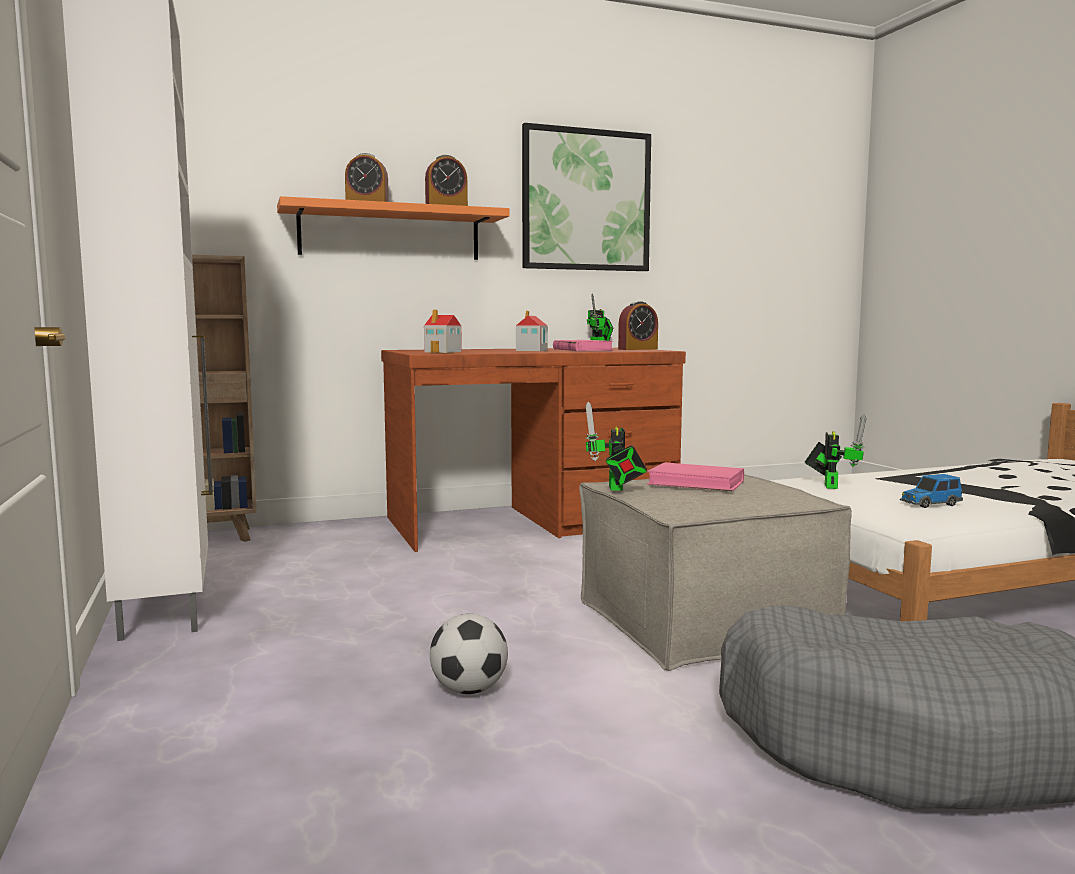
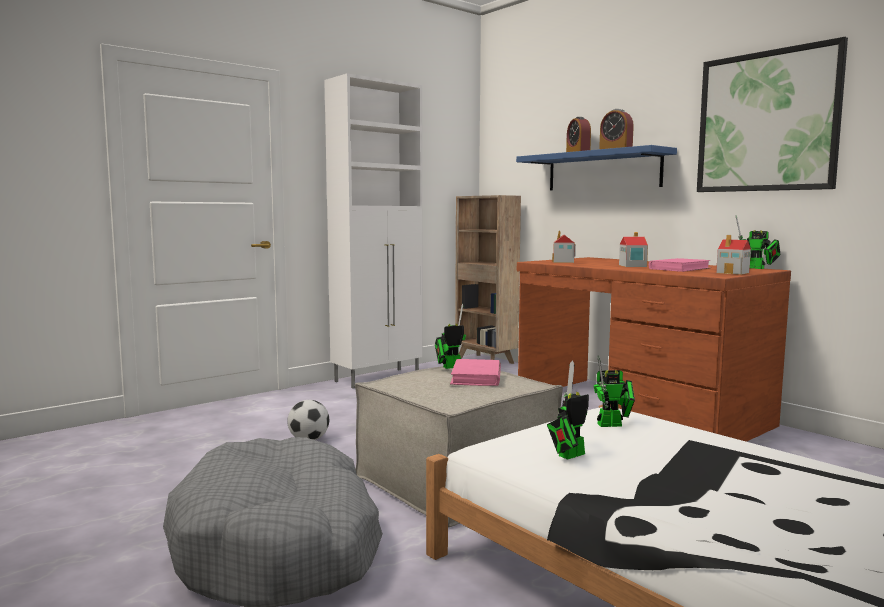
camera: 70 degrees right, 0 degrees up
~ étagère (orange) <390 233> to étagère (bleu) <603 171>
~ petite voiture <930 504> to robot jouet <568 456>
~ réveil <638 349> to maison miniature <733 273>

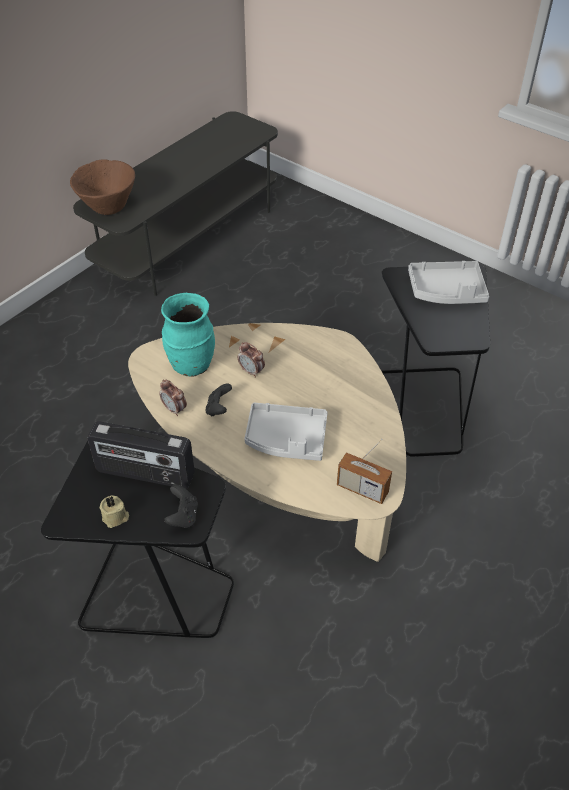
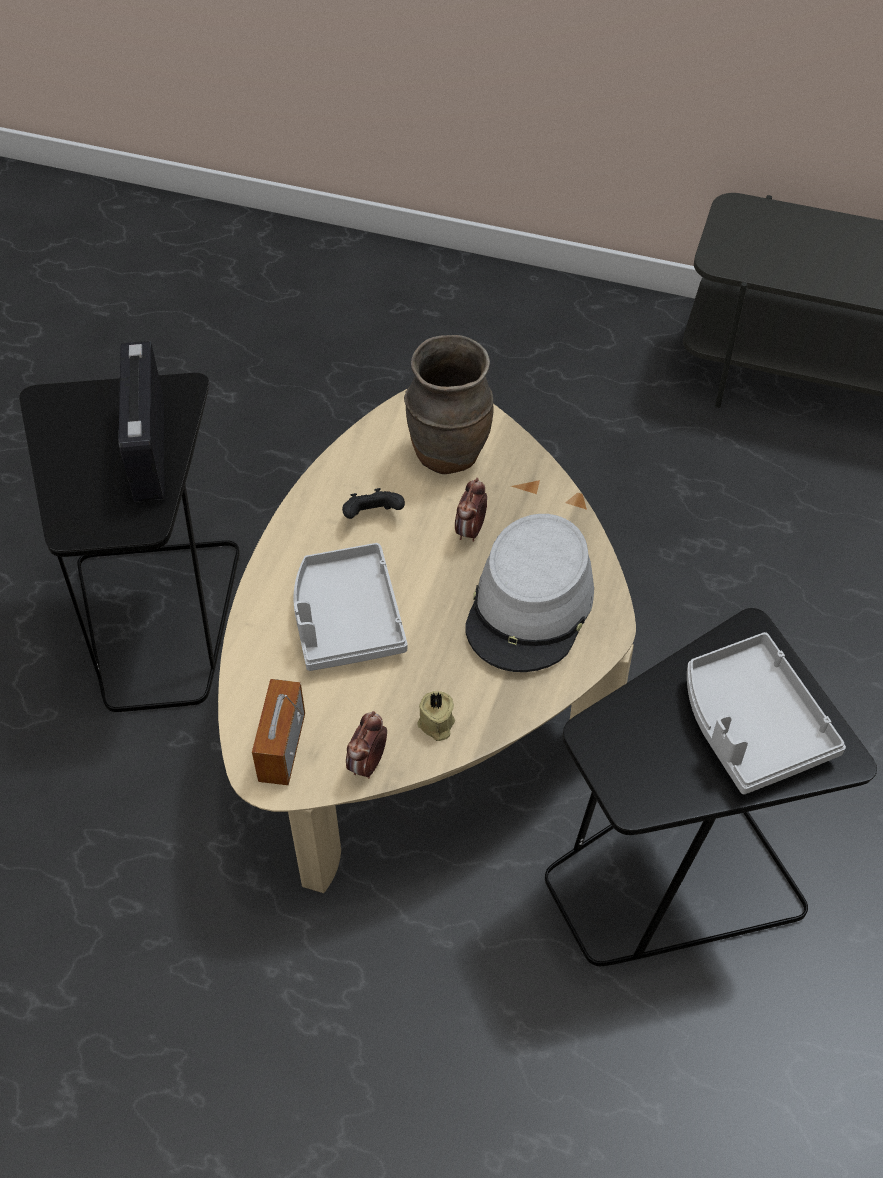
camera: 70 degrees right, 5 degrees up
~ réveil <174 409> to <368 764>
~ vase (turquoise) <191 364> to vase (marron) <448 453>
~ bougie (beige) <115 518> to <436 725>
+ chapeau (gris) <531 607>
- bol (marron) <108 208>
- manette (noir) <183 516>

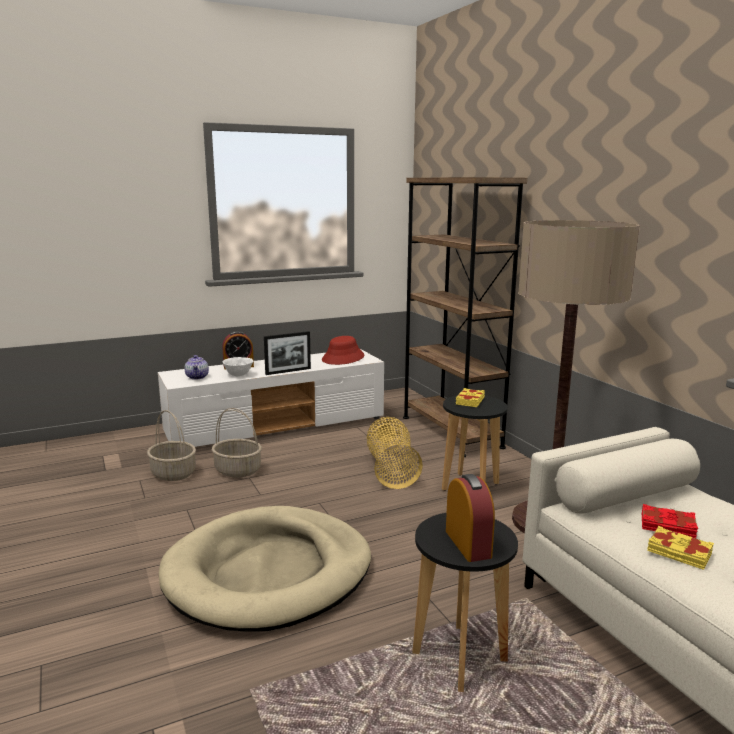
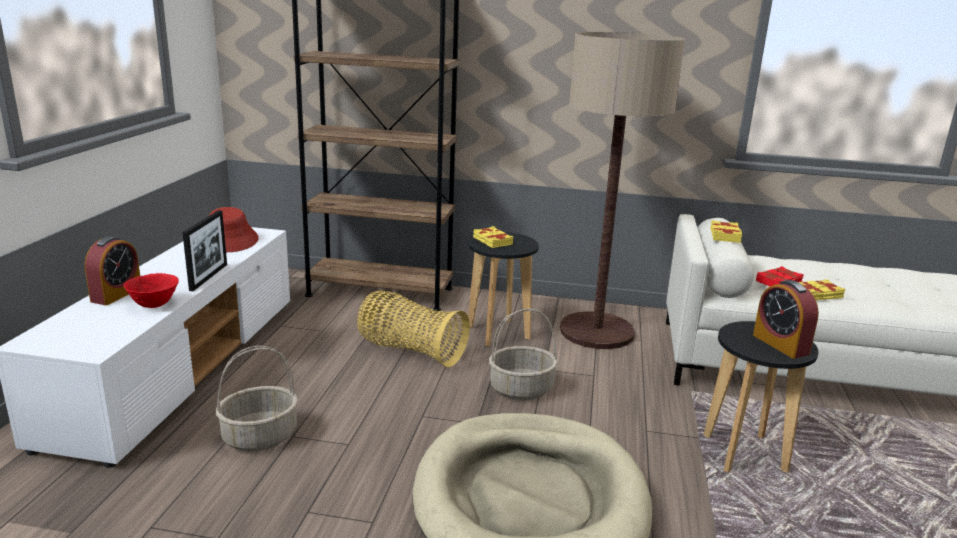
camera: 55 degrees left, 5 degrees up
~ bol (blanc) <238 375> to bol (rouge) <155 305>
~ panier <173 473> to <520 389>
+ livre (jaune) <725 236>
~ réveil <468 544> = <780 344> 135 degrees counterclockwise
- théière <197 377>

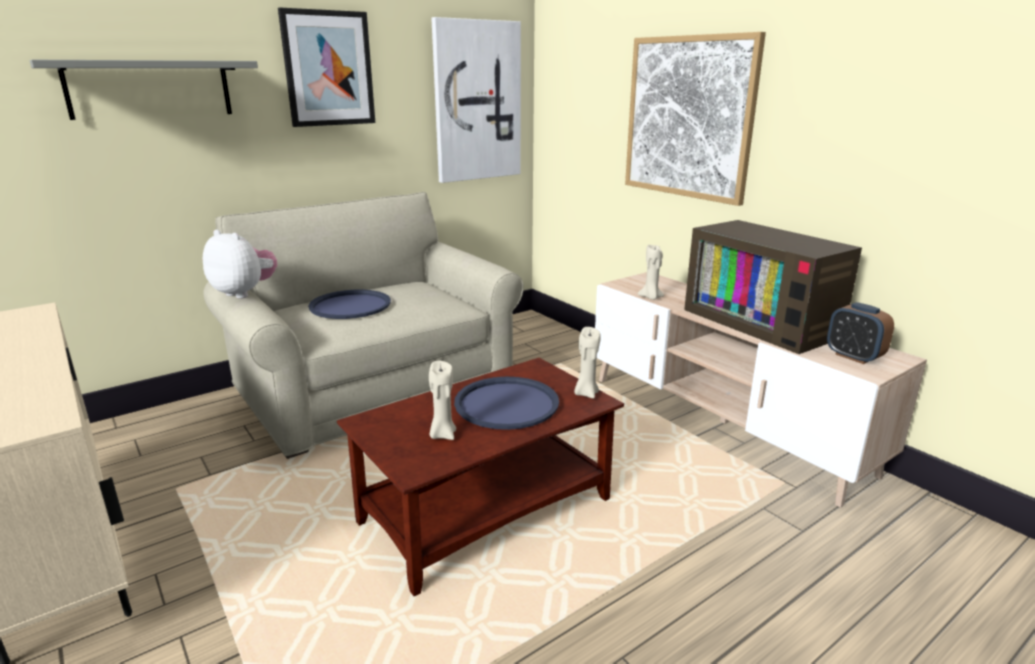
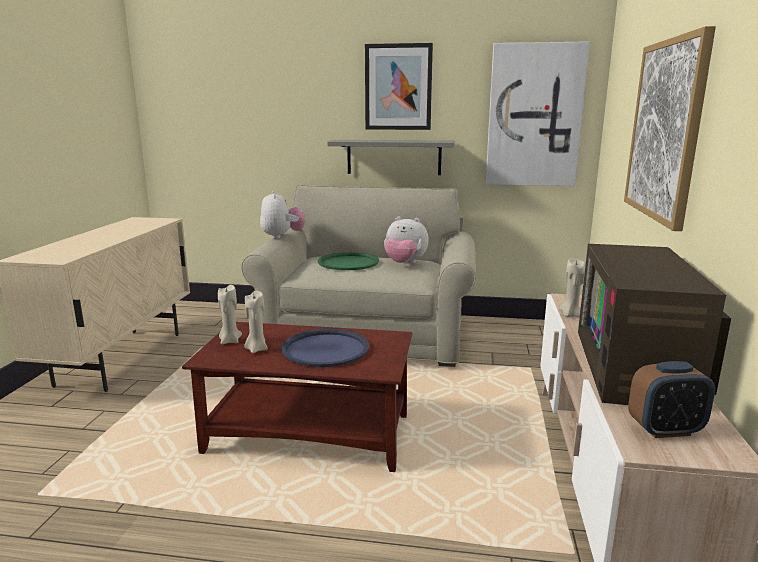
camera: 45 degrees right, 5 degrees down
~ bougie (beige) <586 393> to <230 341>
~ plateau (bleu) <350 305> to plateau (vert) <348 262>
~ étagère (gris) <150 89> to <394 157>
+ peluche <404 263>
~ réveil <854 357> = <665 430> 105 degrees counterclockwise

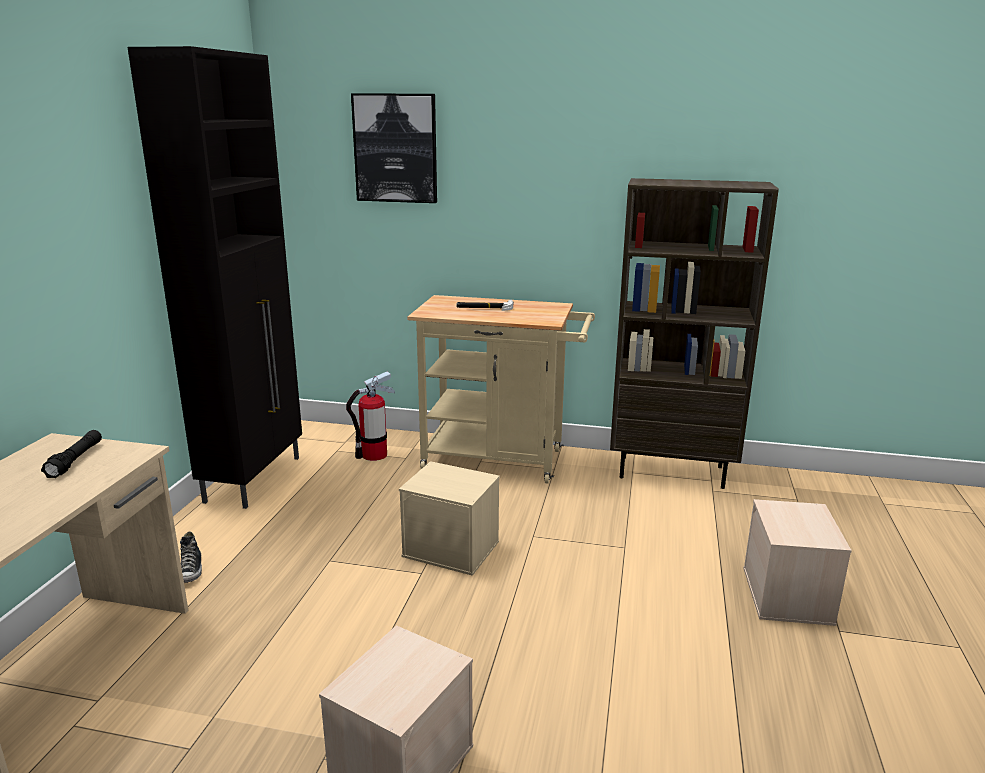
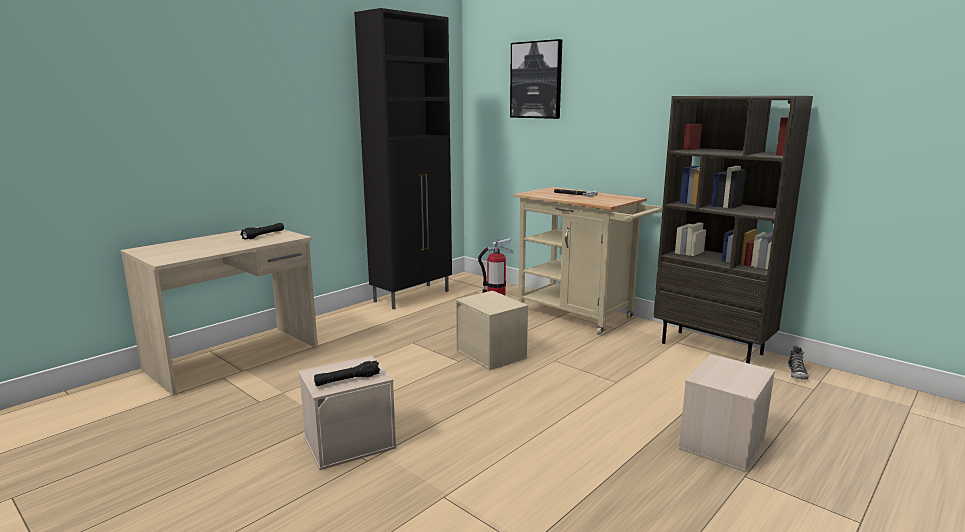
camera: 30 degrees right, 5 degrees down
+ lampe de poche (noir) <347 380>
~ chaussure <191 570> to <797 373>

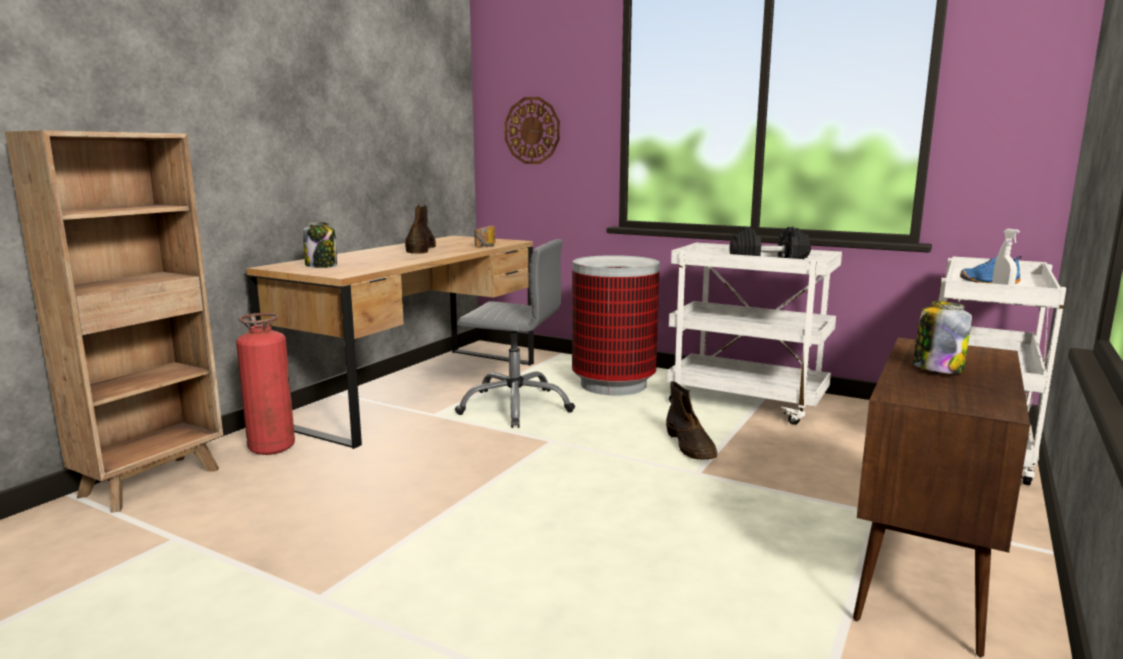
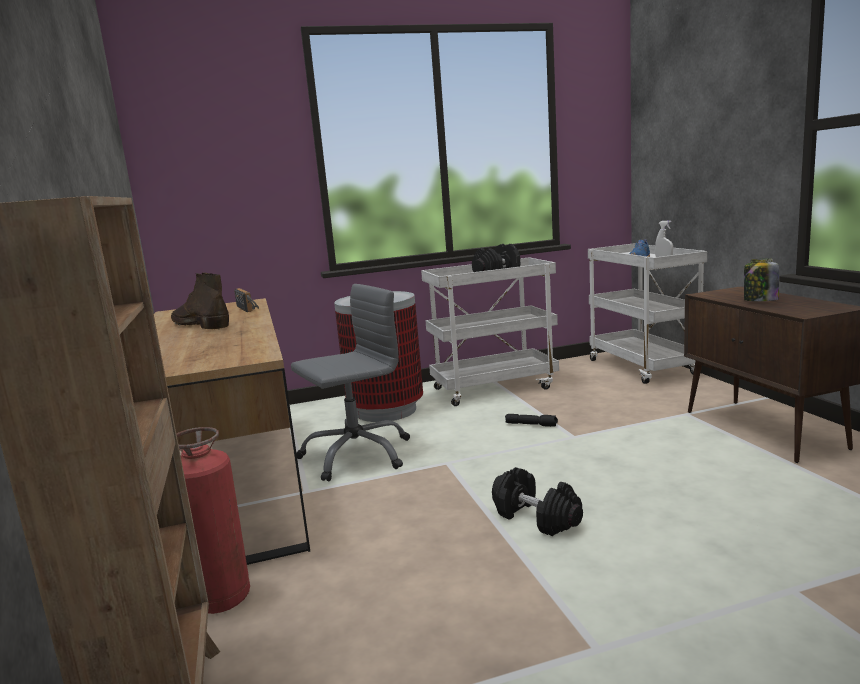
camera: 45 degrees left, 0 degrees up
+ haltère (noir) <537 518>
~ botte (marron) <690 446> to lampe de poche (noir) <531 424>
- bocal <322 265>
- horloge murale <532 130>

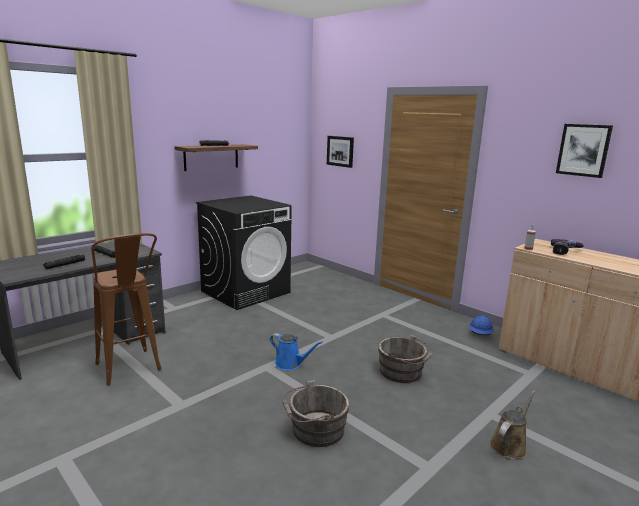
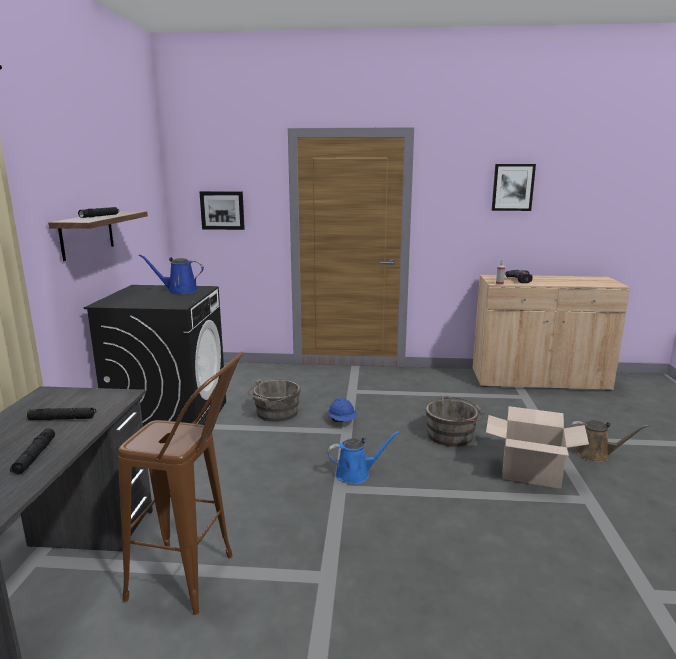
camera: 40 degrees left, 0 degrees up
+ arrosoir (bleu) <179 291>
~ seau (gris) <315 430> to <275 413>
~ casque de chantier (bleu) <480 335> to <342 421>
+ carton <531 472>
~ arrosoir (marron) <509 445> = <595 455> 105 degrees clockwise

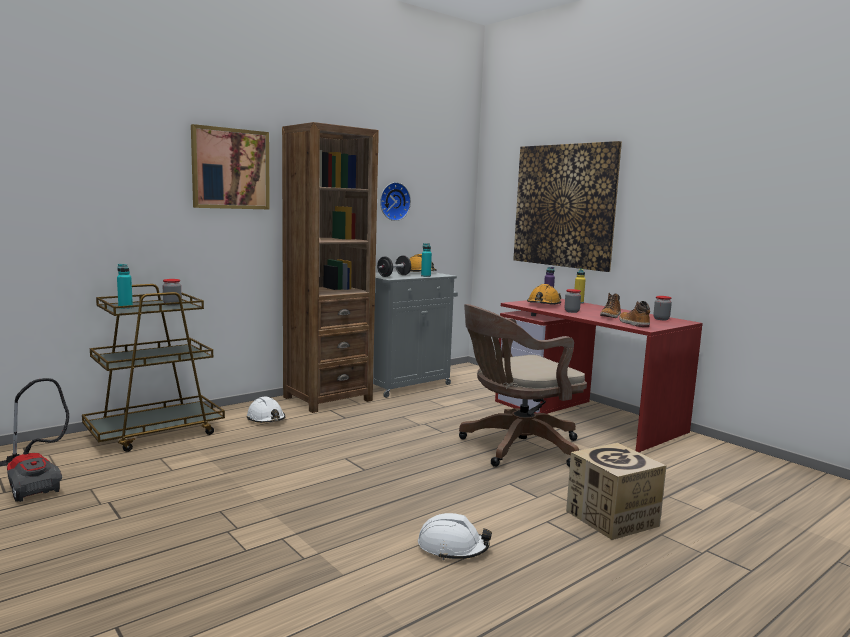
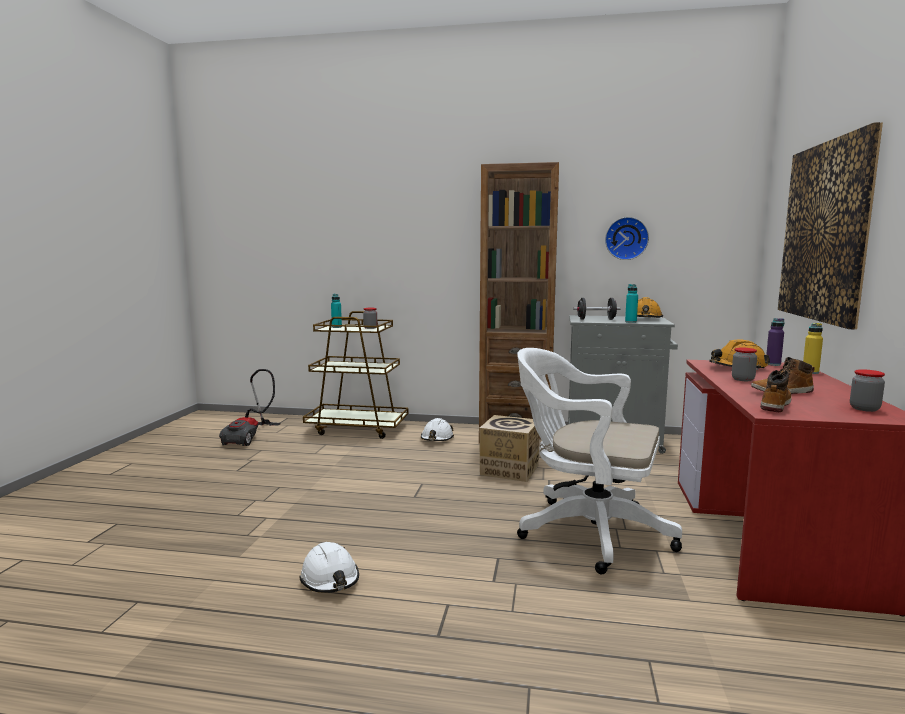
camera: 50 degrees right, 0 degrees up
~ carton <612 518> to <509 470>
~ chaise de bureau (marron) <515 447> to chaise de bureau (blanc) <586 531>
- tableau <230 169>

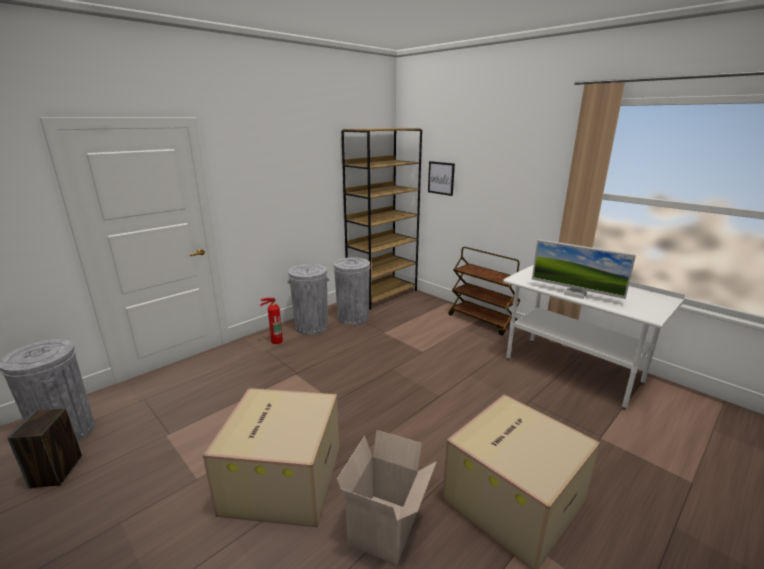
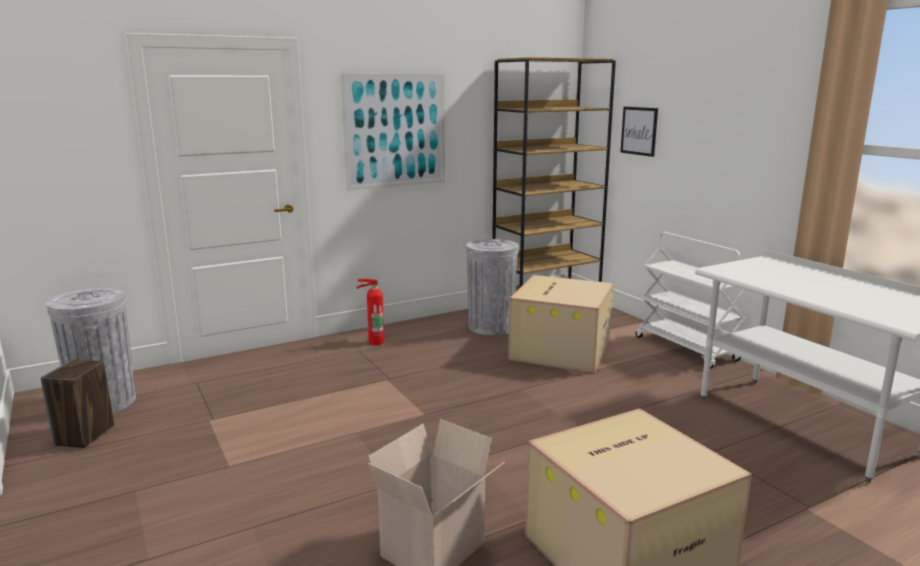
camera: 15 degrees right, 5 degrees down
+ tableau <395 131>
~ carton <282 478> to <559 349>
~ chariot (marron) <482 321> to chariot (blanc) <687 349>
- poubelle (gris) <311 327>
- écran d'ordinateur <575 294>

